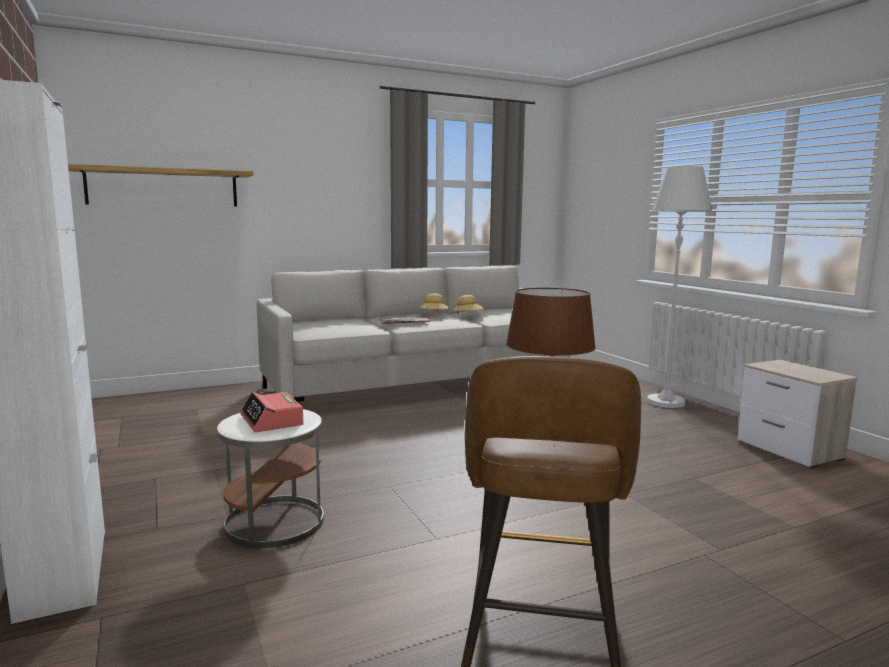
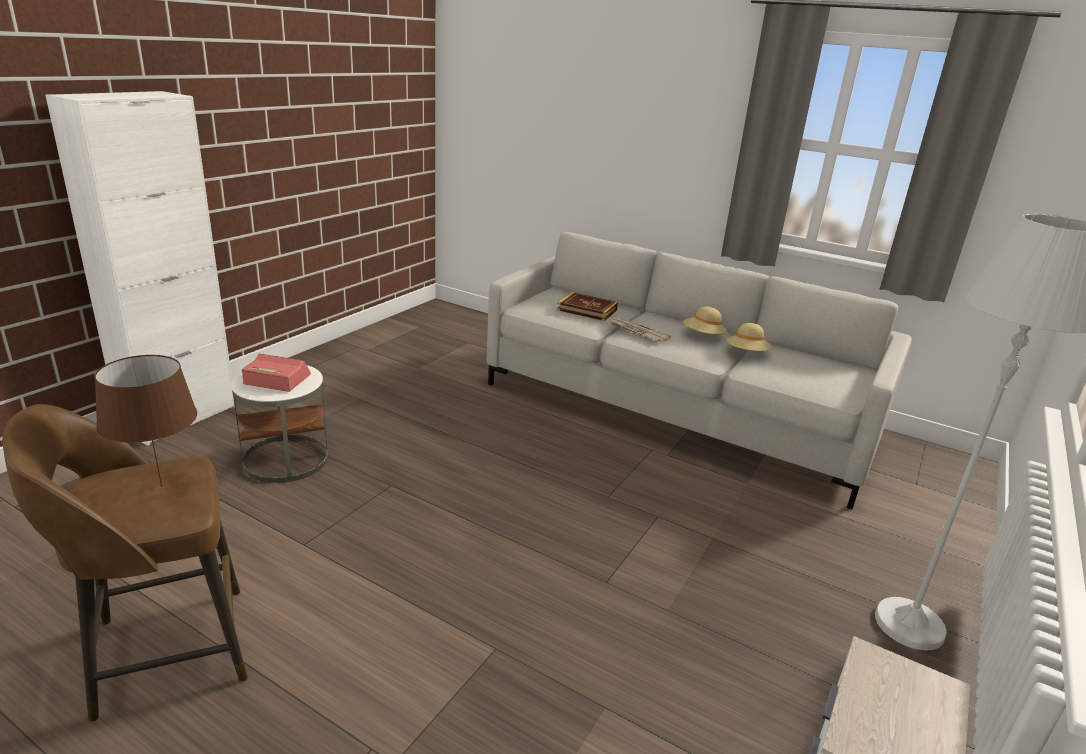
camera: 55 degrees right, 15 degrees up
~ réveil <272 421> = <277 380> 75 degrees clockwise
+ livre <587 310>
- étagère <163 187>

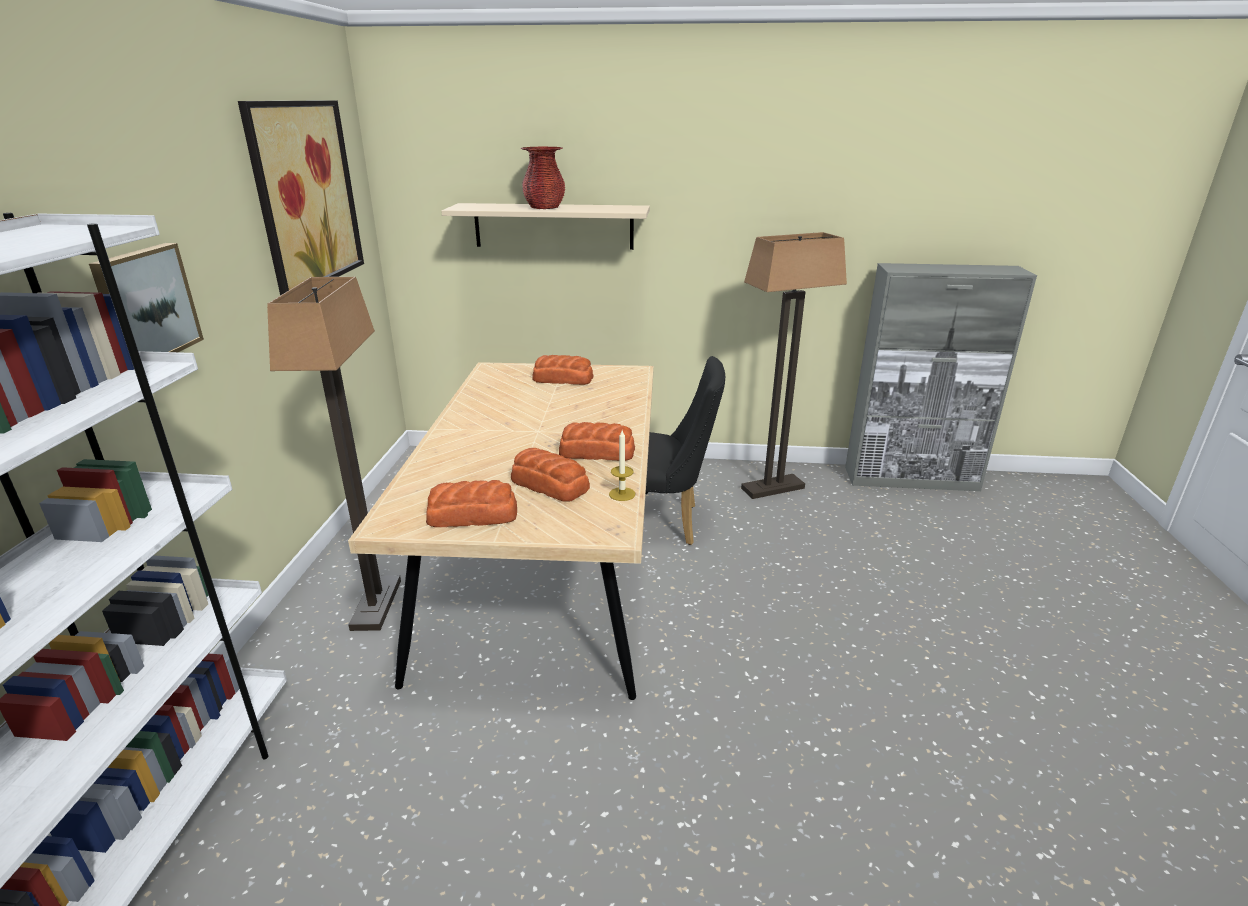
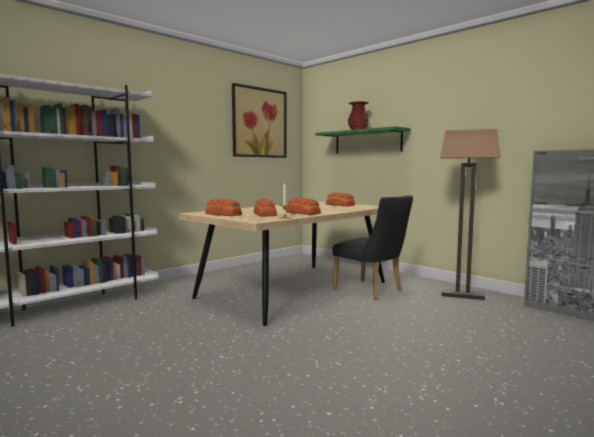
camera: 40 degrees right, 20 degrees down
~ étagère (beige) <553 226> to étagère (vert) <367 142>
- tableau <145 305>
- lampadaire <376 604>

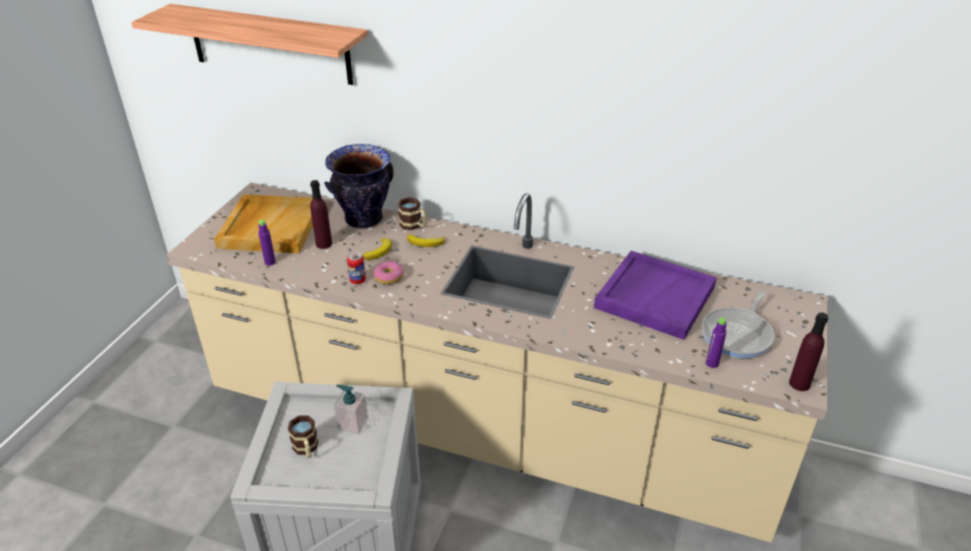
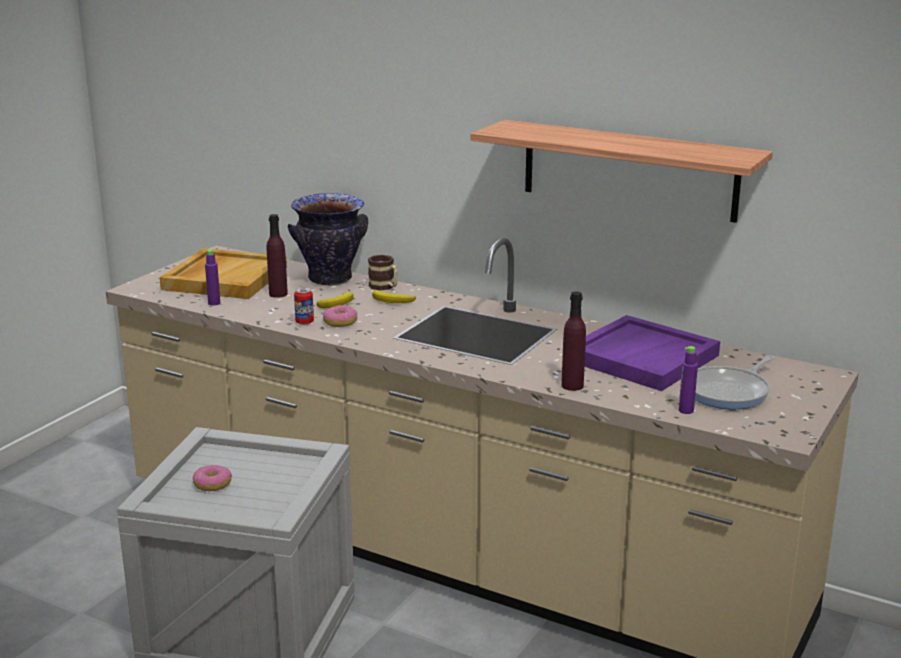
camera: 10 degrees right, 15 degrees down
~ mug <306 449> to beignet <213 484>
~ étagère <269 44> to <629 170>
~ bouteille (violet) <799 383> to <572 385>
- distributeur de savon <352 423>

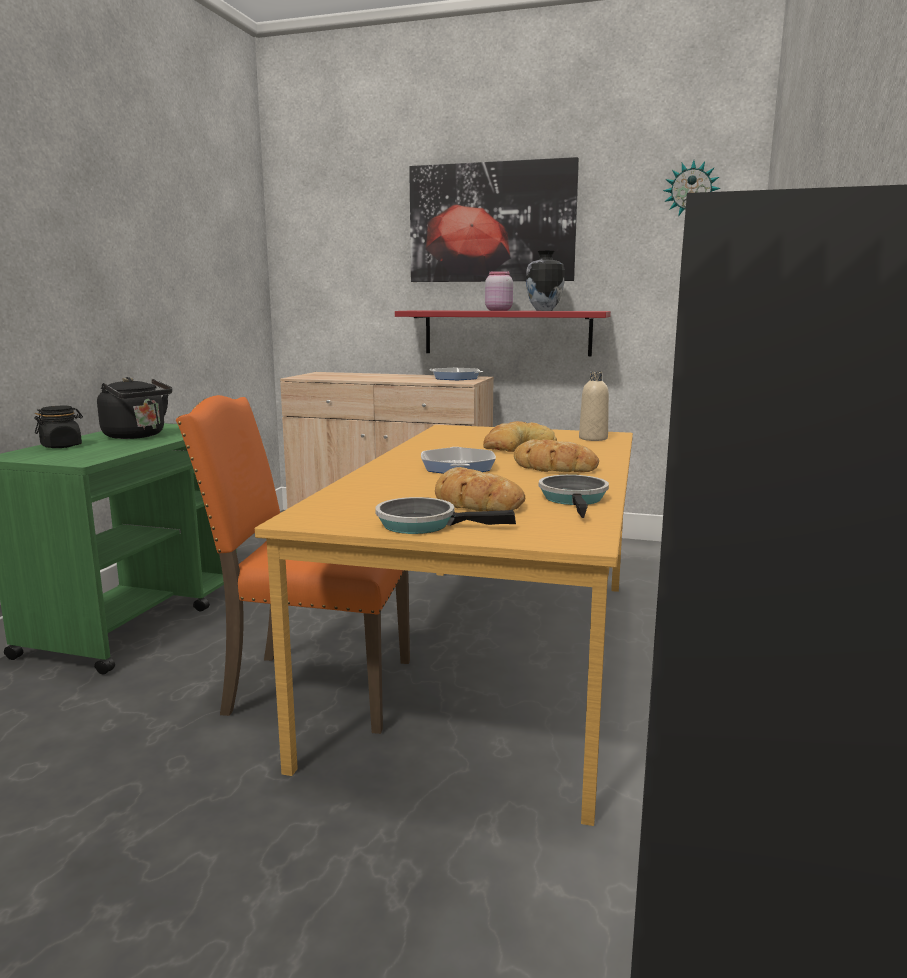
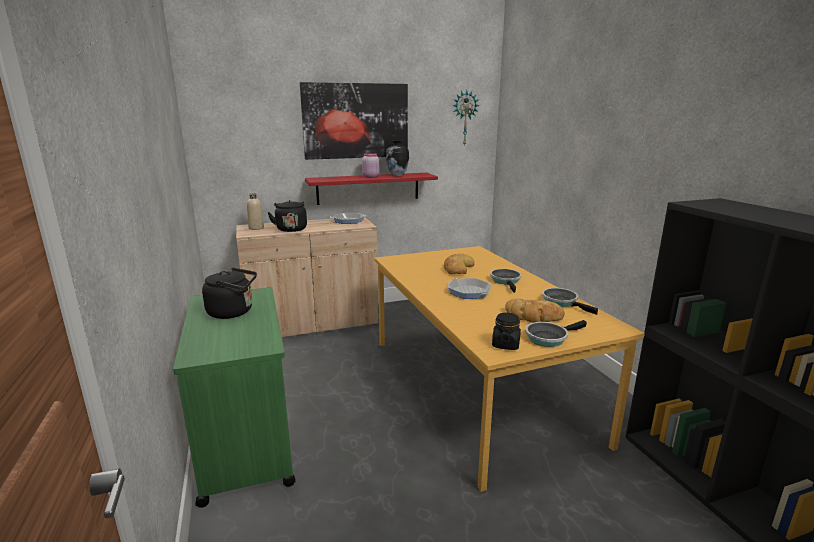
camera: 35 degrees left, 5 degrees up
~ bouteille (beige) <593 438> to <256 228>
+ bouilloire (noir) <291 229>
~ pain <552 467> to poêle <506 281>
~ bocal (noir) <61 446> to <505 344>
- chaise (orange) <315 688>

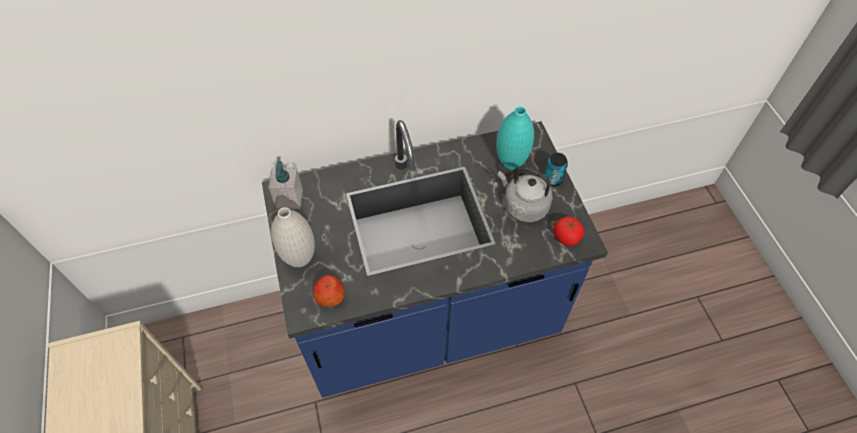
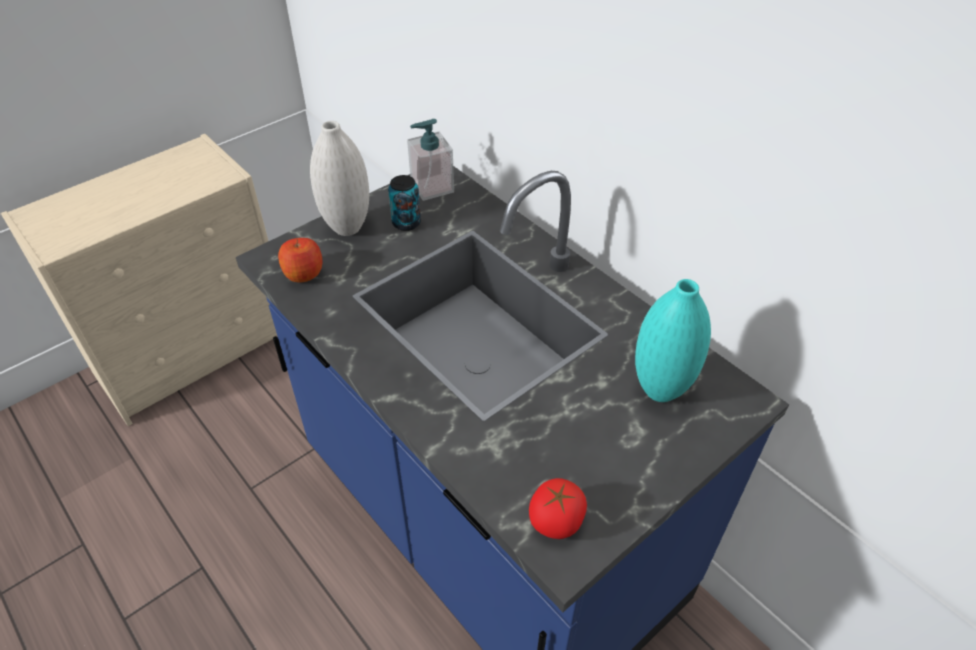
camera: 65 degrees right, 10 degrees down
~ boîte métallique <552 179> to <406 223>
- bouilloire (gris) <523 206>

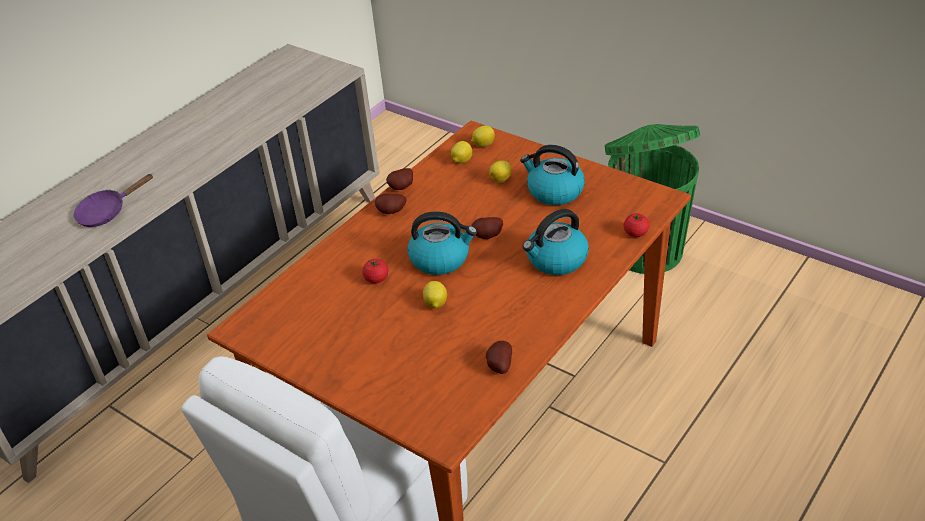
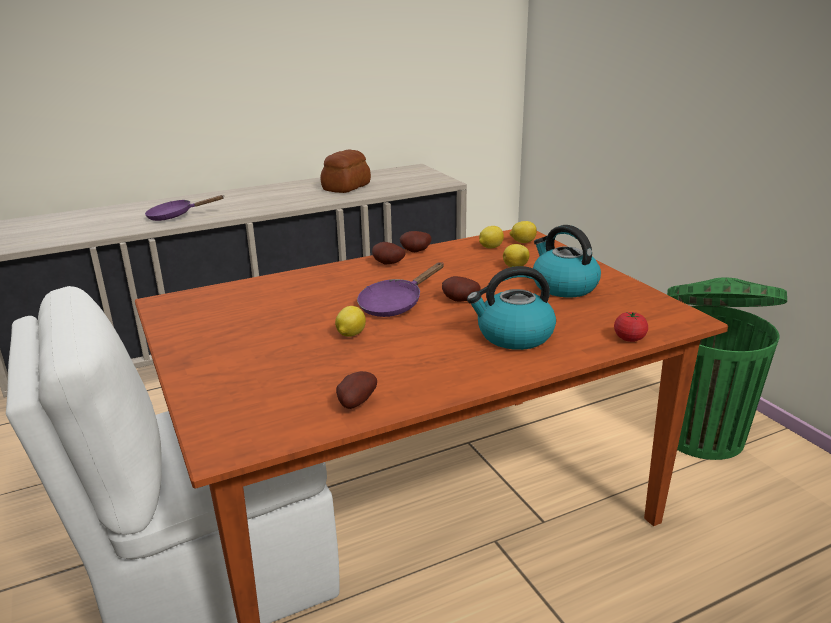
camera: 25 degrees right, 15 degrees down
+ pain <345 187>
~ bouilloire <441 259> to poêle (violet) <395 304>
- tomate <376 279>

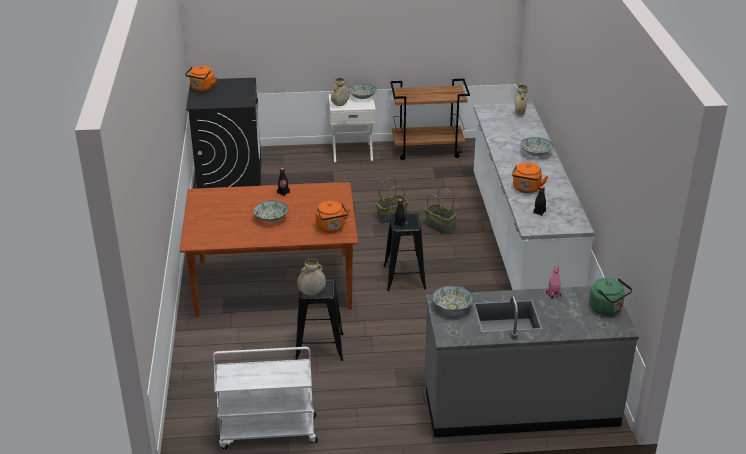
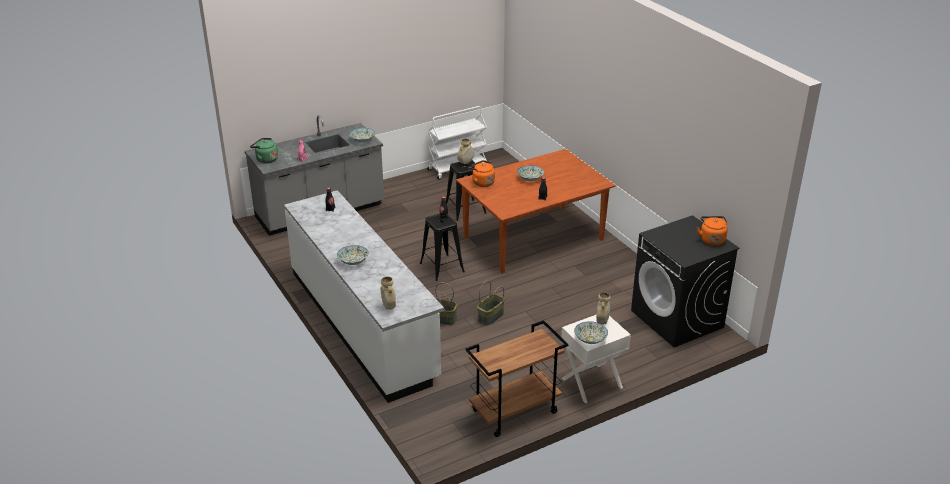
camera: 155 degrees right, 0 degrees up
- bouilloire (orange) <526 189>

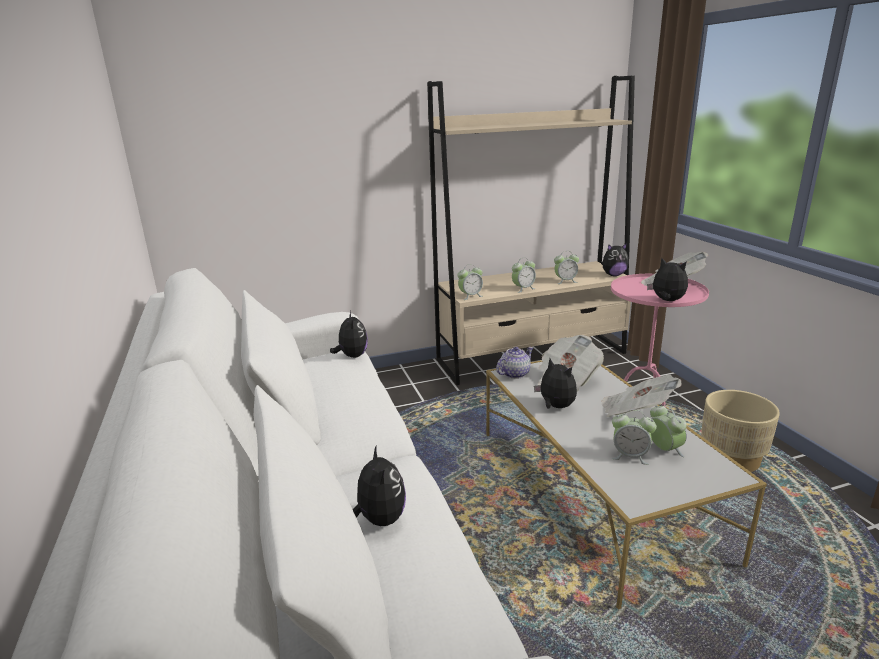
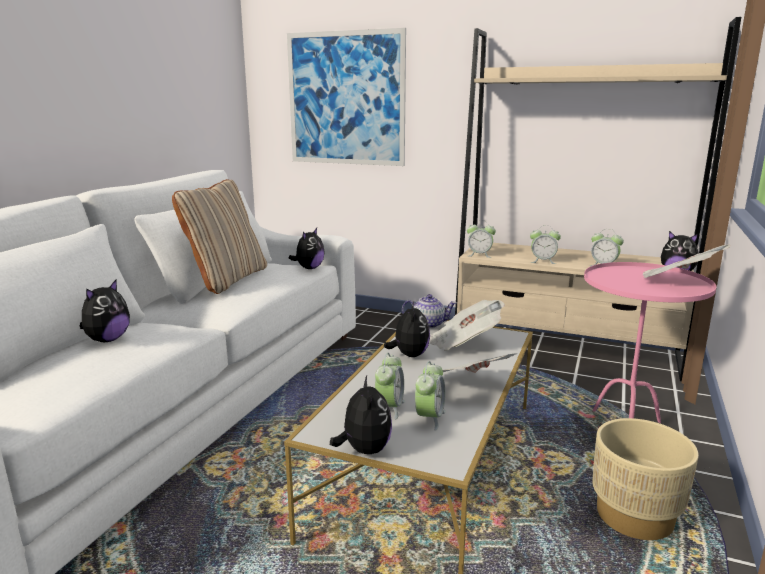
camera: 40 degrees right, 5 degrees down
+ coussin (beige) <227 279>
+ tableau <346 99>
~ peluche <667 301> to <364 450>
~ réveil <630 456> = <389 408> 135 degrees counterclockwise

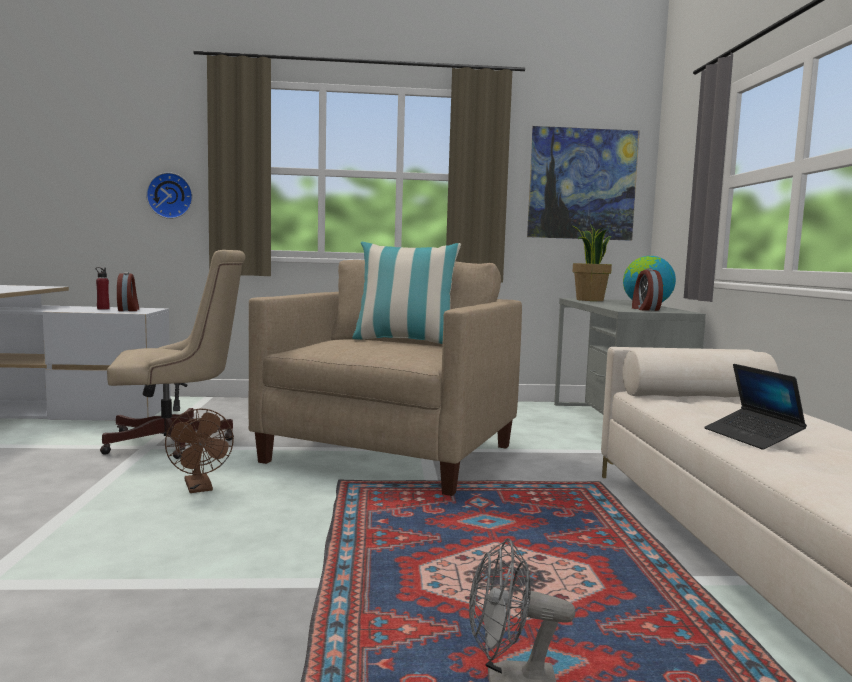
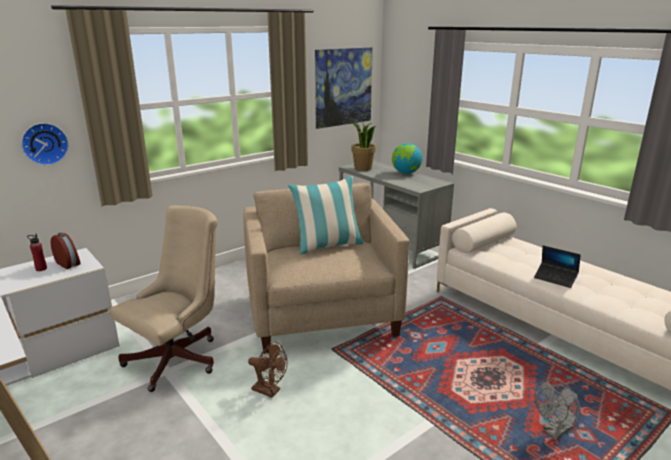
camera: 35 degrees left, 15 degrees up
- réveil <645 309>

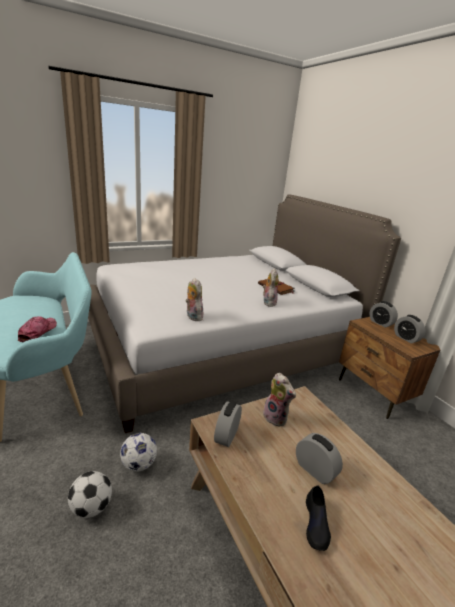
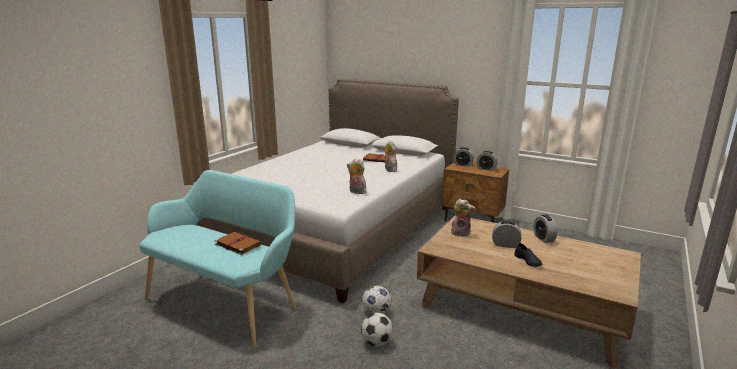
camera: 30 degrees left, 5 degrees down
~ casquette <37 332> to livre (marron) <237 244>
~ réveil <227 435> to <543 238>

